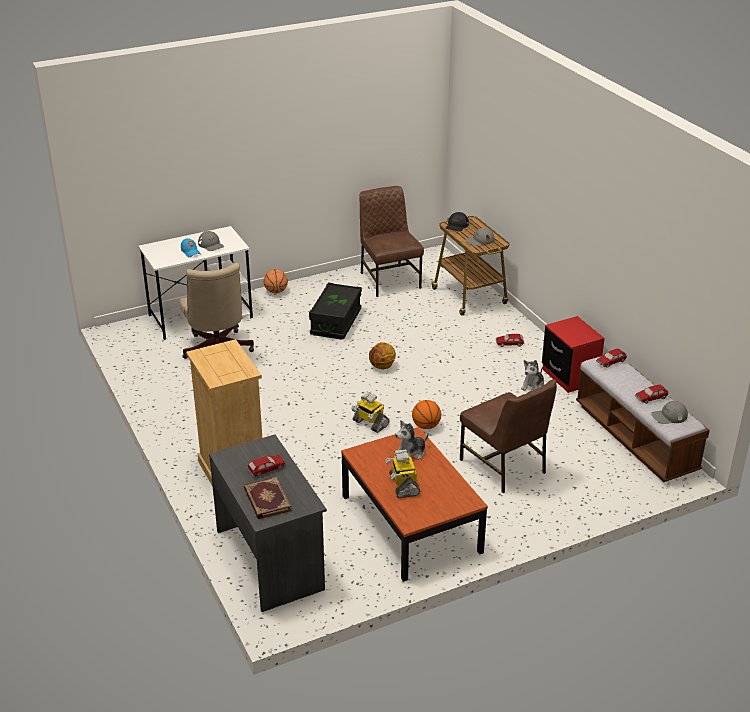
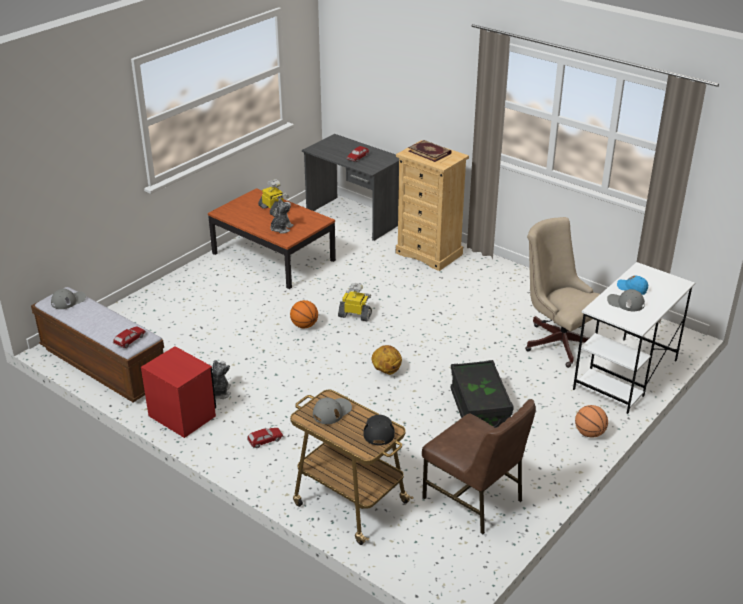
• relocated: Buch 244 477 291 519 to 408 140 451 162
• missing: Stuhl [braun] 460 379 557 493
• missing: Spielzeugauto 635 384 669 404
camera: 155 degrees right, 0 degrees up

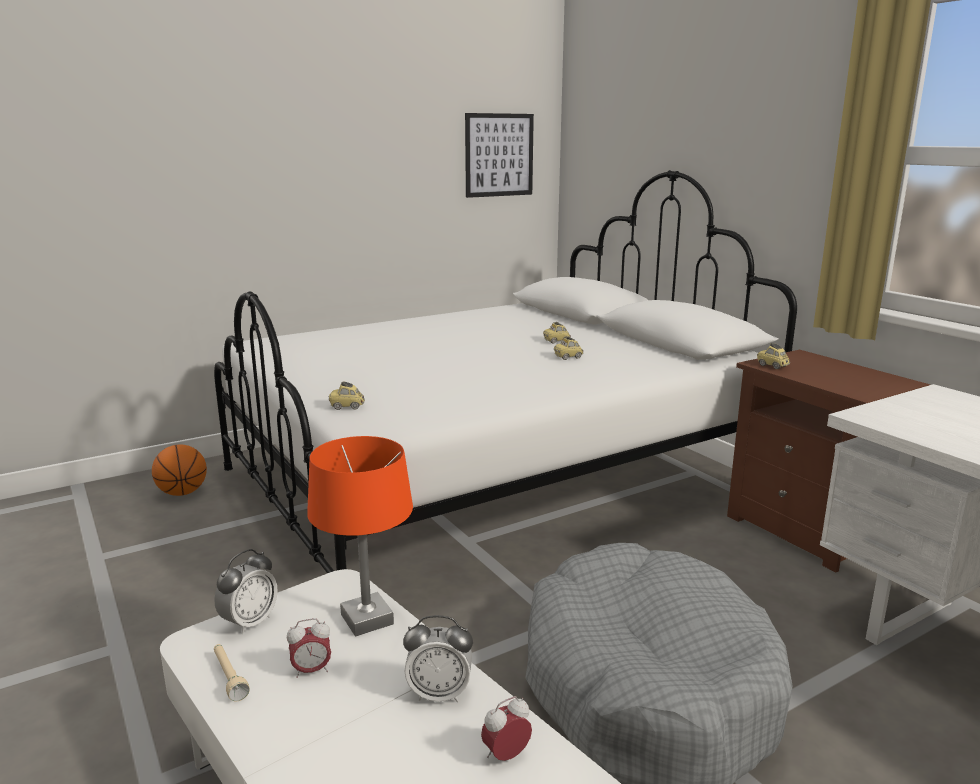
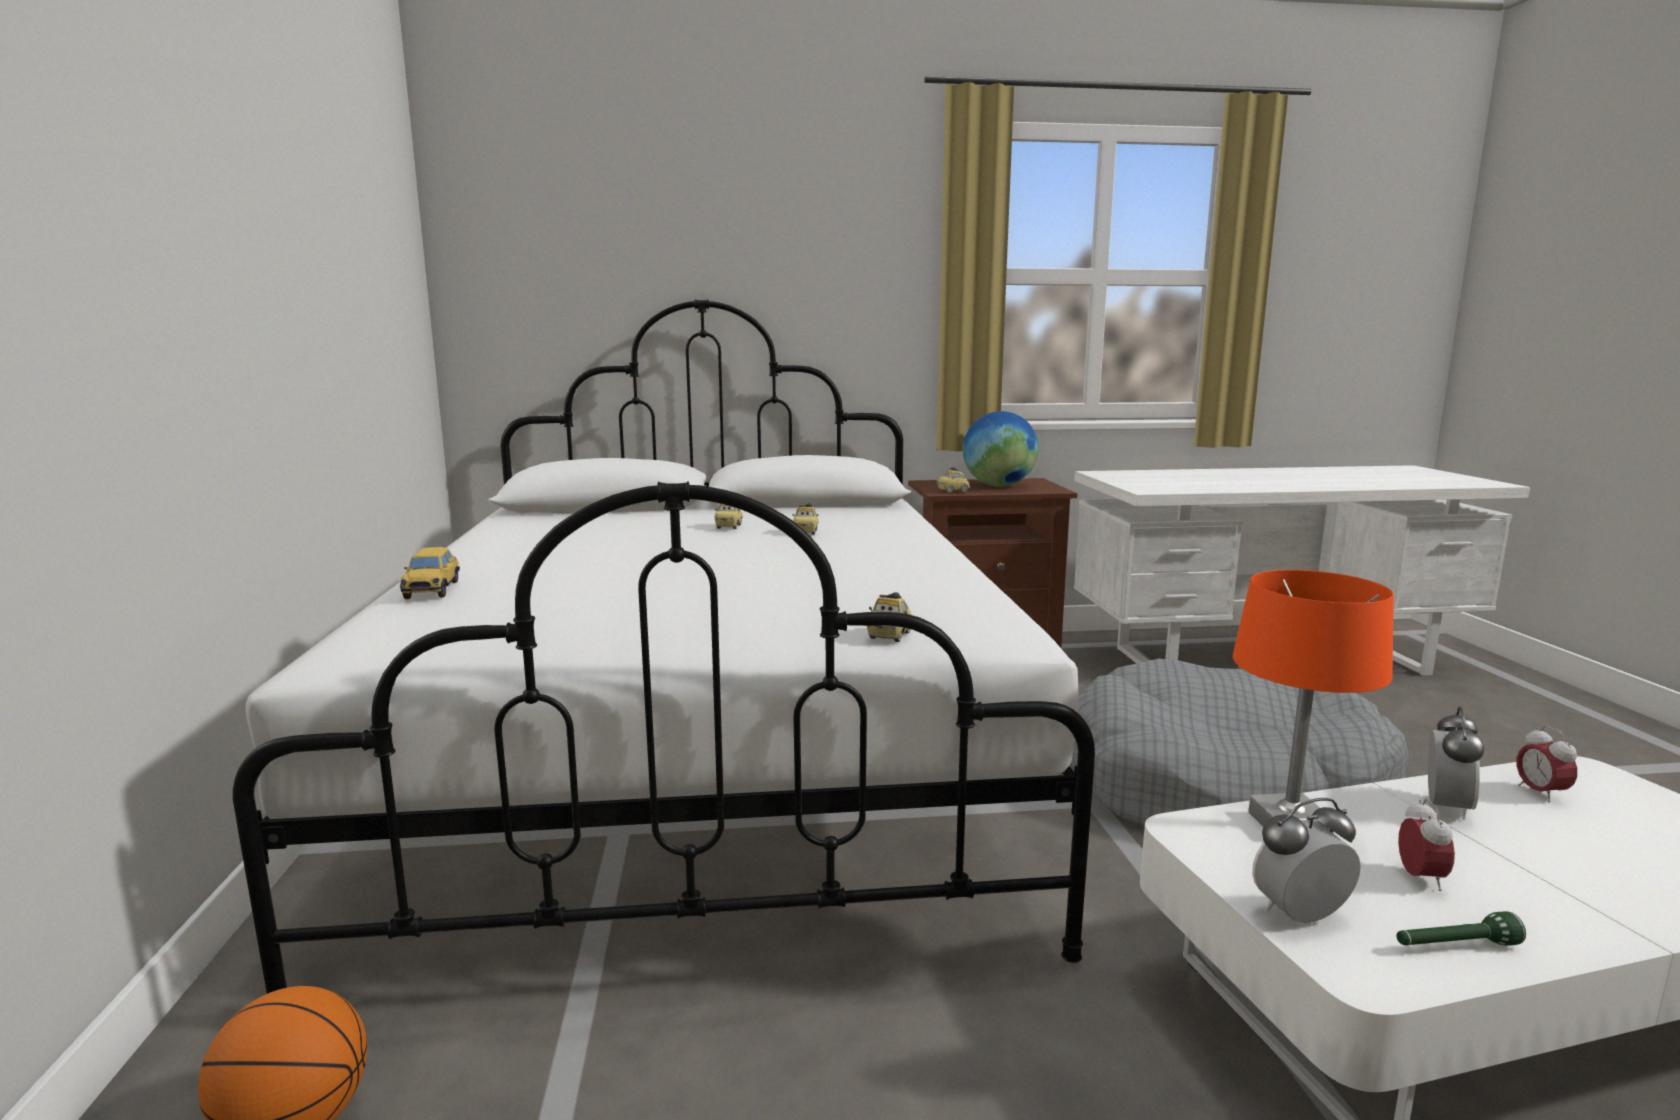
• appeared: Spielzeugauto 400 547 460 599
• appeared: Globus 963 411 1039 487
• spun: Wecker 214 549 278 634 = 1252 798 1361 925 75 degrees counterclockwise
• colour: Taschenlampe [beige] 214 644 250 701 to Taschenlampe [grün] 1396 911 1526 946
• missing: Bild 465 113 534 198
camera: 65 degrees left, 5 degrees down

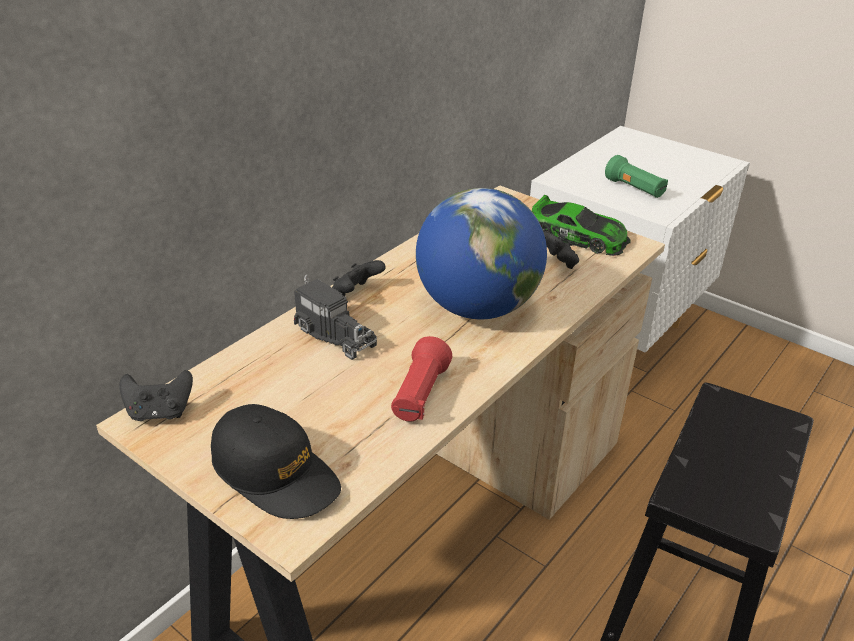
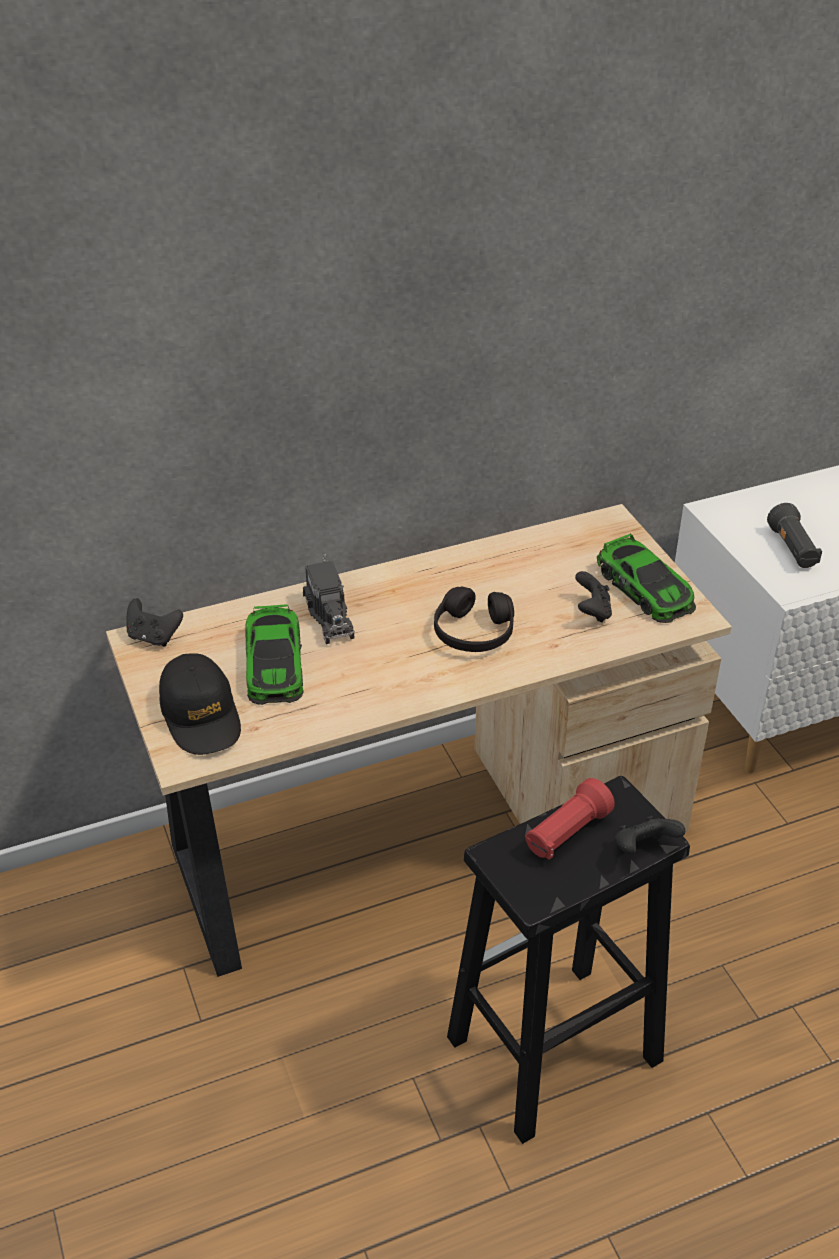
• appeared: Spielzeugauto 245 604 304 705
• exchanged: Globus 416 188 547 319 to Kopfhörer [schwarz] 434 586 514 652
• relocated: Taschenlampe [rot] 391 336 452 422 to 525 778 615 860
• relocated: Gamepad [schwarz] 332 260 386 296 to 615 816 685 854
• colour: Taschenlampe [grün] 605 155 668 198 to Taschenlampe [schwarz] 767 503 822 568
camera: 30 degrees right, 5 degrees up

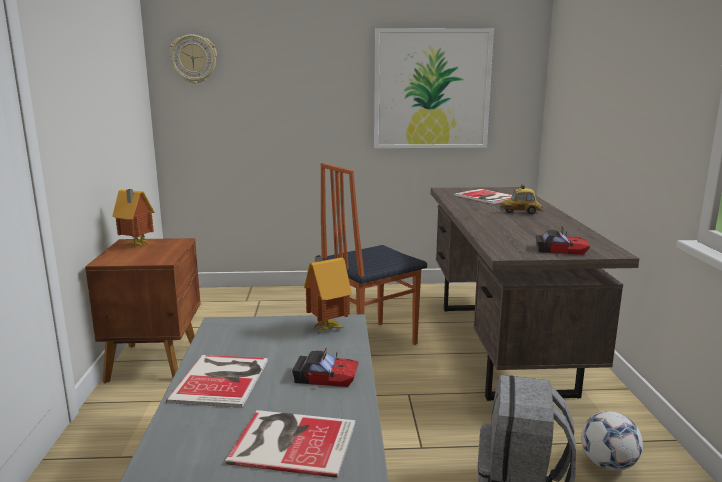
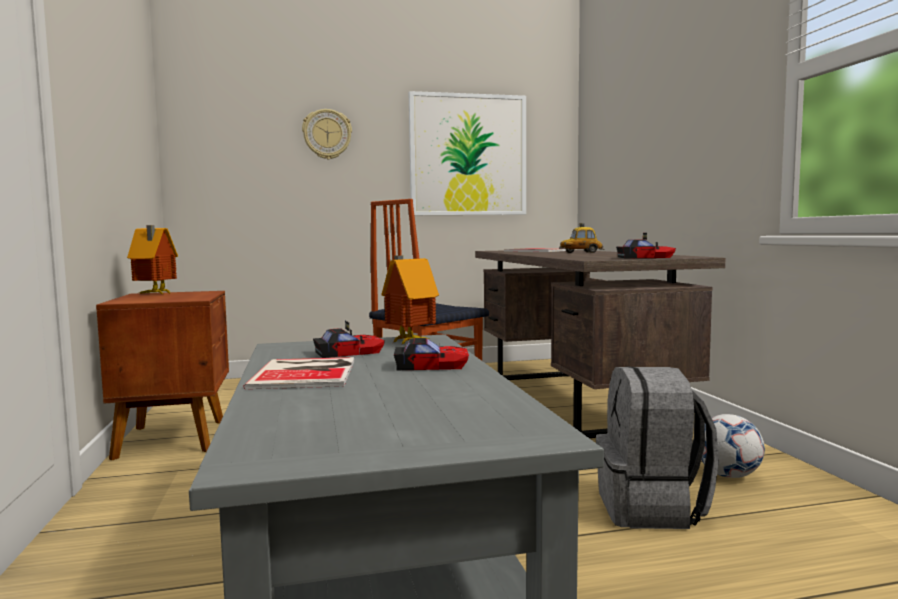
• relocated: Wanduhr 169 34 217 84 to 302 109 352 160
• appeared: Spielzeugauto 313 321 385 358
• missing: Buch 225 410 355 478
camera: 10 degrees left, 10 degrees down

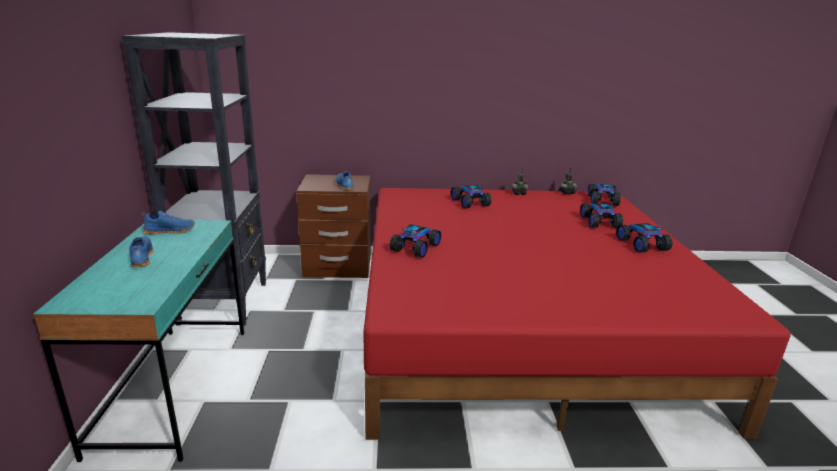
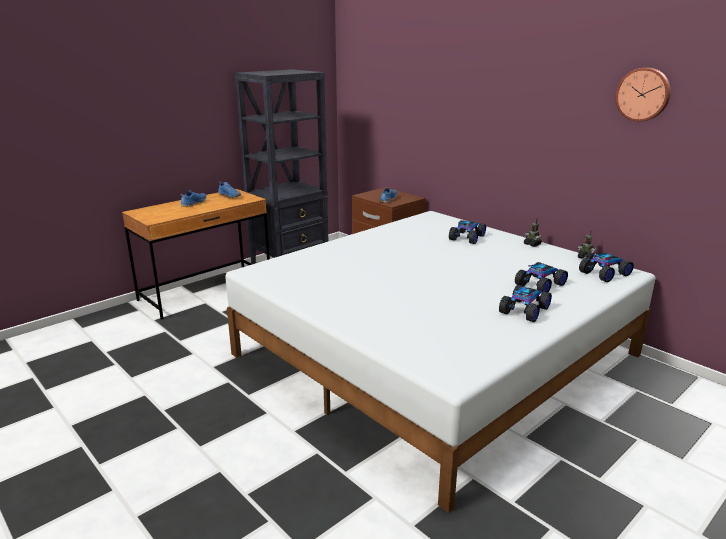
• colour: Schreibtisch [türkis] 33 220 244 462 to Schreibtisch [braun] 122 189 270 320
• colour: Bett [rot] 363 188 791 440 to Bett [weiß] 225 211 655 513
• appeared: Wanduhr 615 67 671 122
• missing: Spielzeugauto 390 224 441 258
camera: 50 degrees right, 0 degrees up

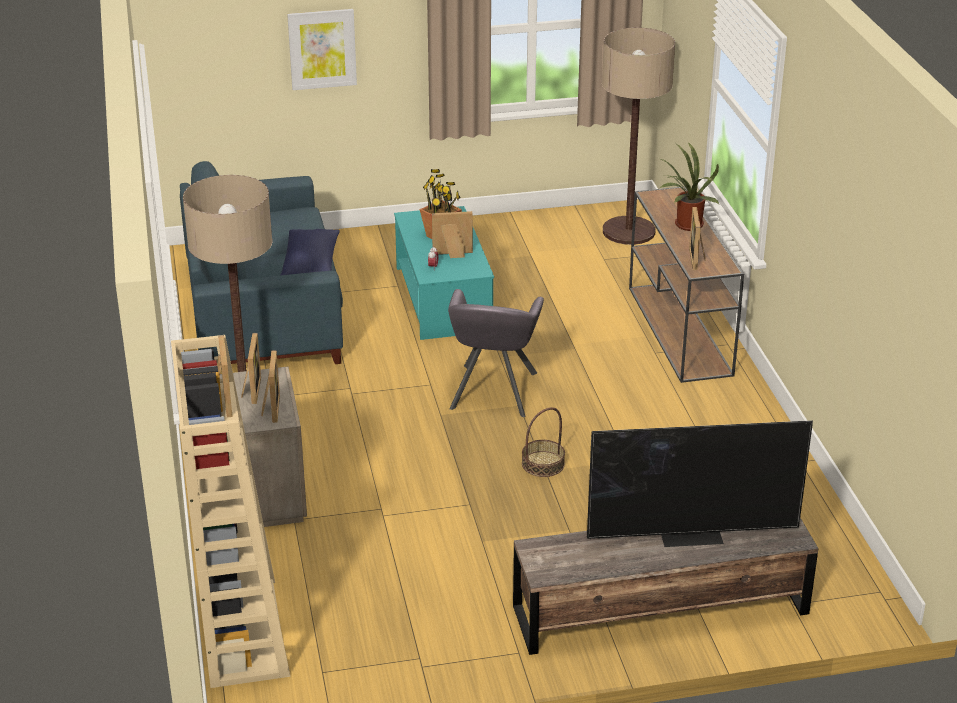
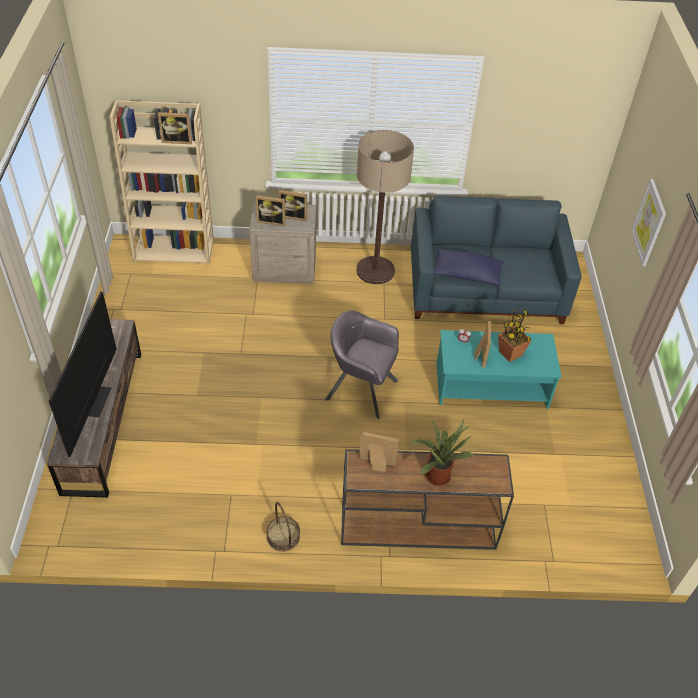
• relocated: Korb 522 407 565 477 to 267 502 300 552
• missing: Stehlampe 602 28 675 245
camera: 100 degrees right, 15 degrees up

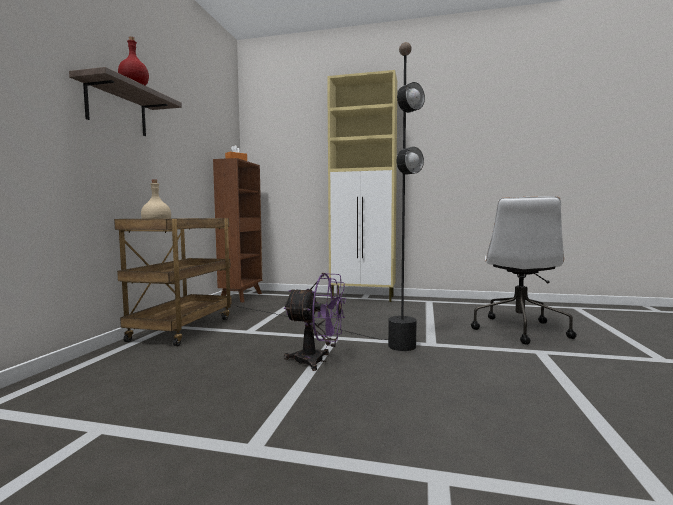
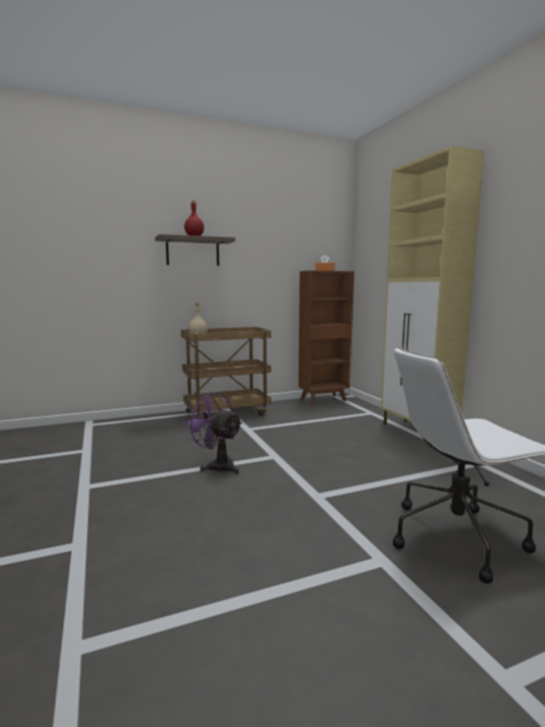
• spun: Ventilator [lila] 284 273 346 371 = 183 392 243 474 150 degrees clockwise
• missing: Stehlampe [schwarz] 236 42 425 351
camera: 55 degrees right, 5 degrees up

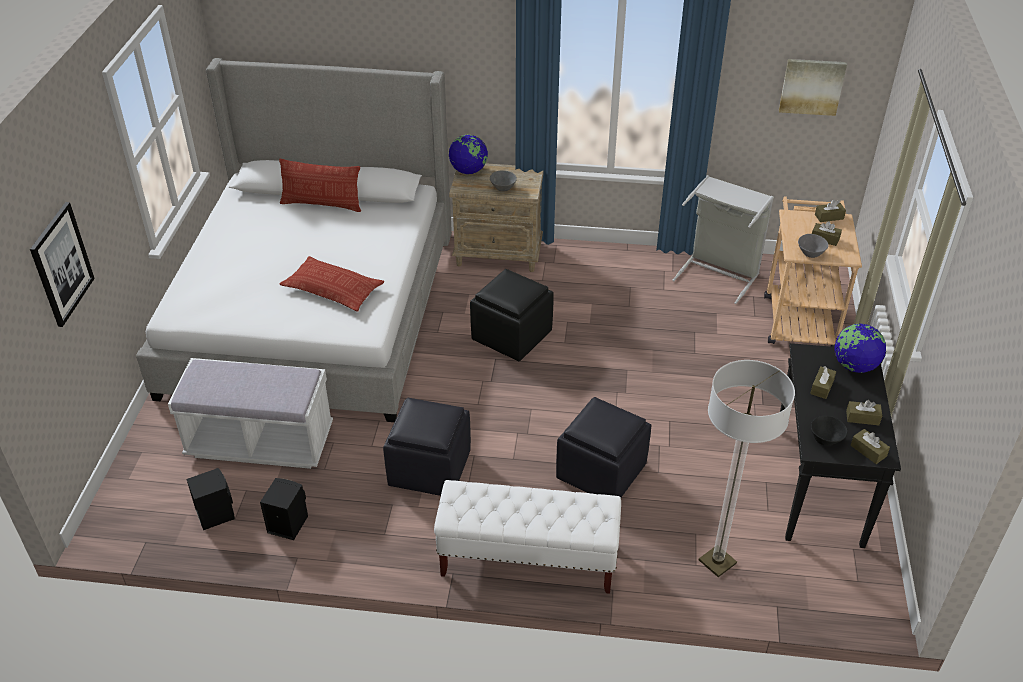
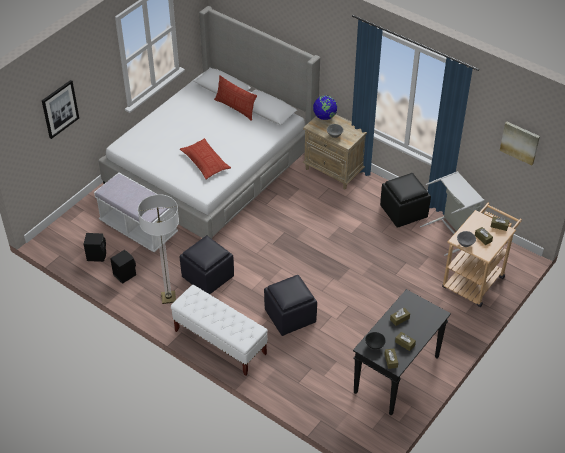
• relocated: Stehlampe 699 360 795 577 to 138 194 179 304
• relocated: Polsterhocker [schwarz] 470 269 554 361 to 380 173 431 228
• missing: Globus 834 323 886 373
camera: 30 degrees right, 5 degrees up

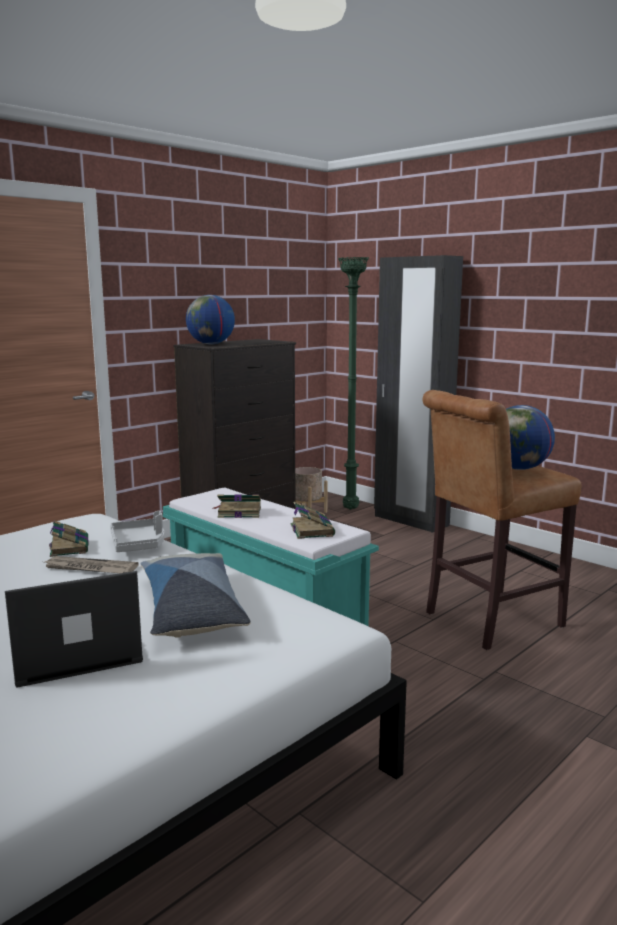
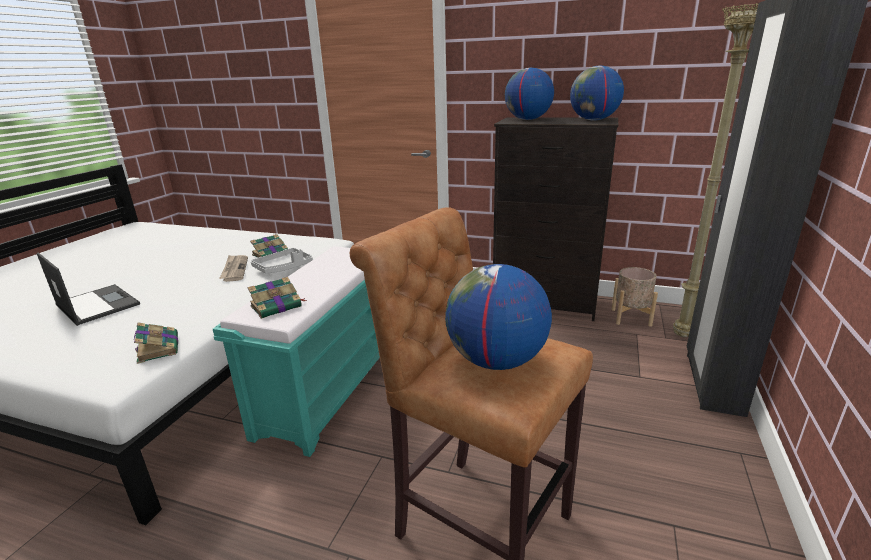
• relocated: Buch 212 494 261 518 to 134 322 178 364
• appeared: Globus 570 66 624 120
• colour: Stehlampe [grün] 338 257 369 510 to Stehlampe [beige] 673 3 758 337
• missing: Kissen 140 553 251 638
camera: 65 degrees right, 10 degrees up

